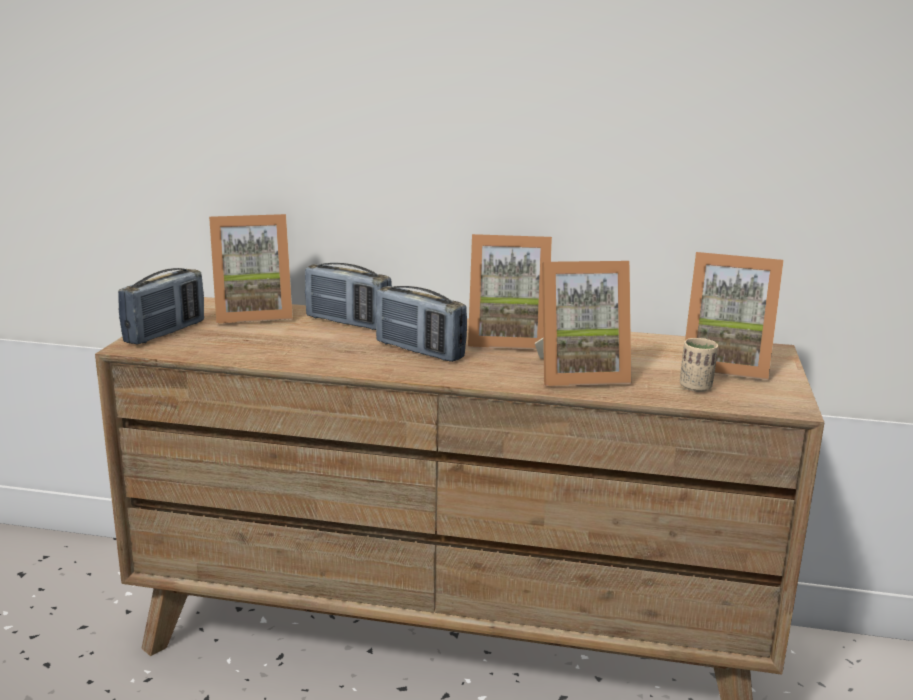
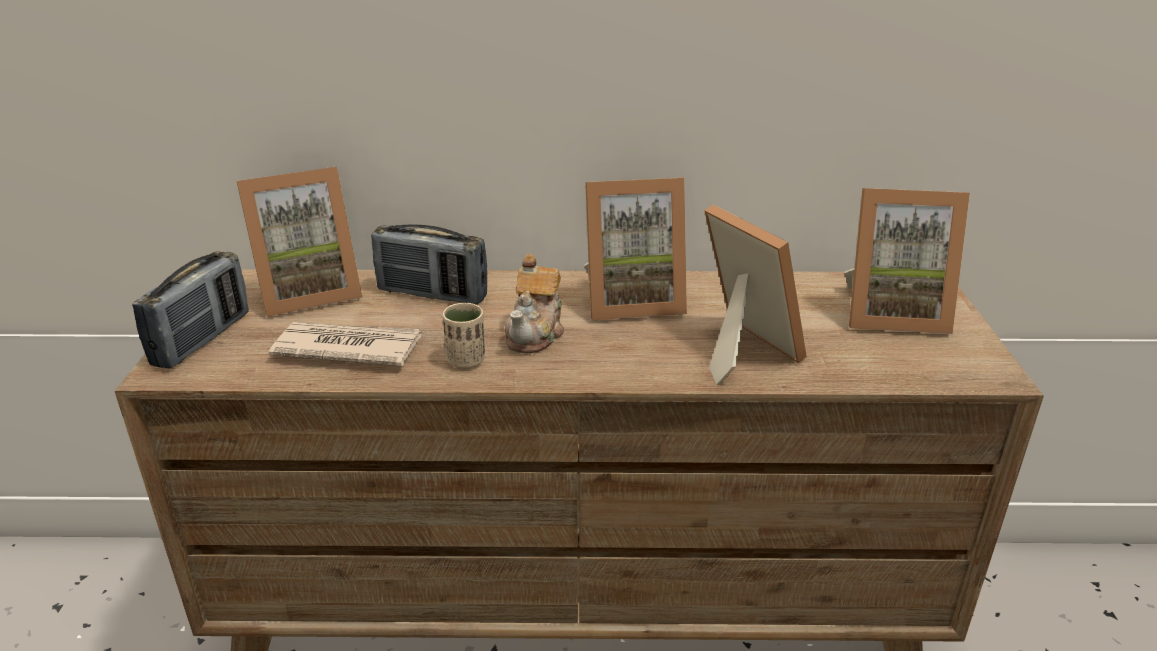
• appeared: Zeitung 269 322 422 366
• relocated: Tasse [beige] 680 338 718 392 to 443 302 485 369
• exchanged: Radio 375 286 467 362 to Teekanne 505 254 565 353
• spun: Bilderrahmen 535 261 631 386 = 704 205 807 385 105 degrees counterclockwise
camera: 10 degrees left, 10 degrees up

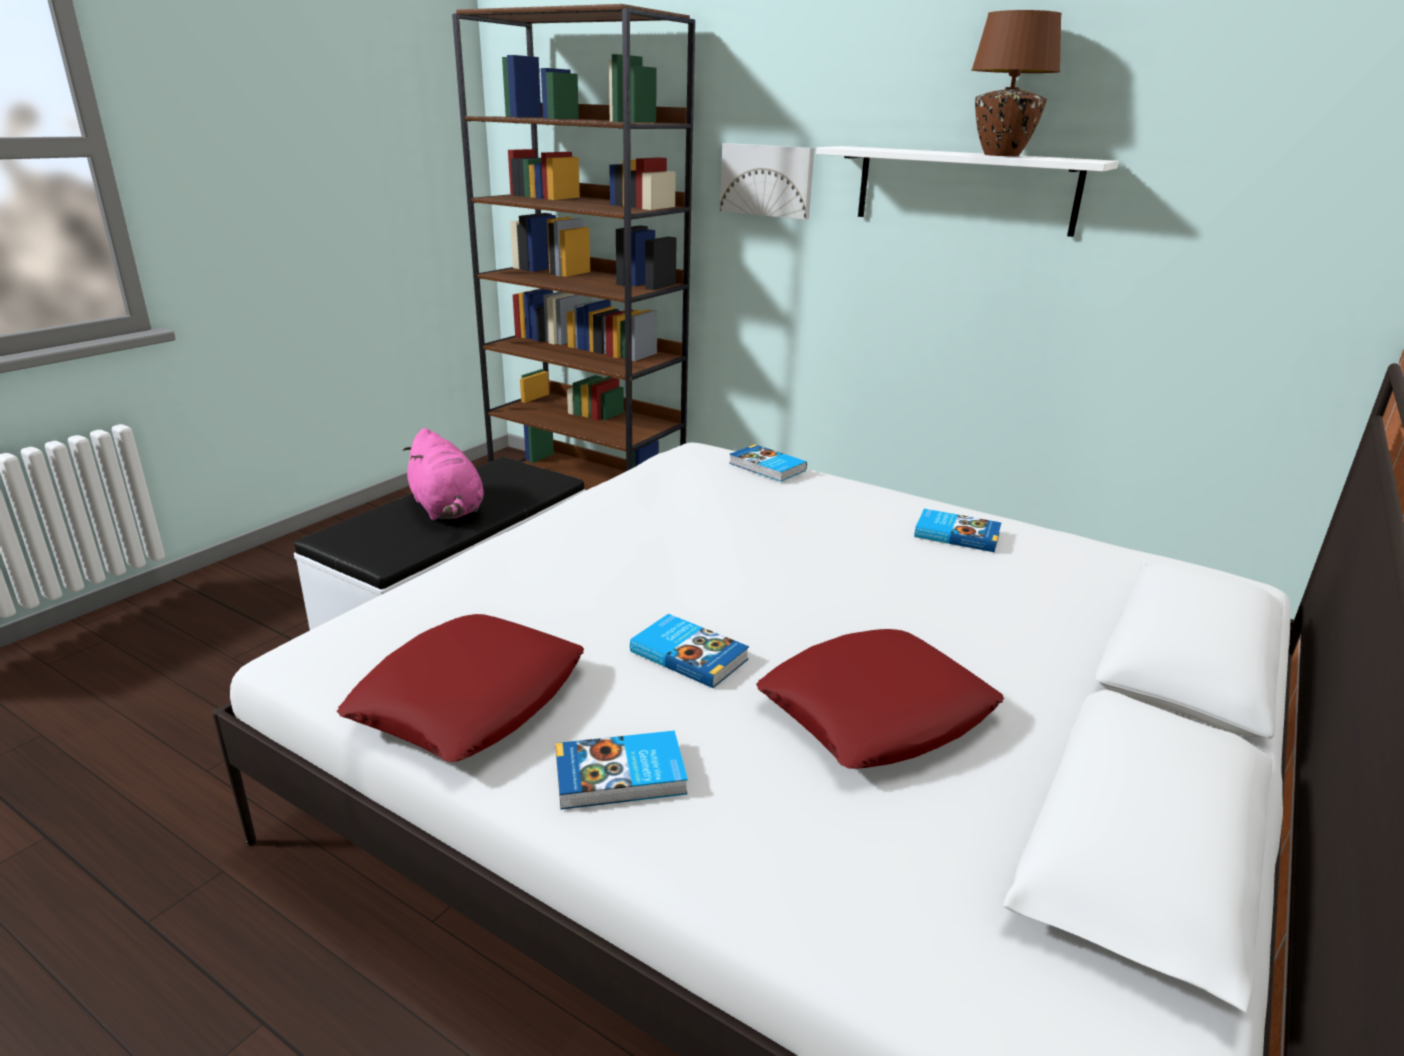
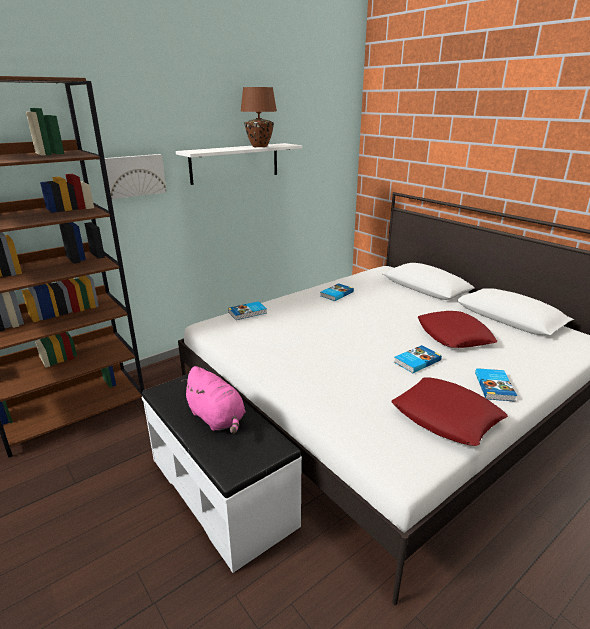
• spun: Plüschtier [rosa] 403 428 484 520 = 181 366 245 434 60 degrees clockwise
camera: 70 degrees left, 0 degrees up

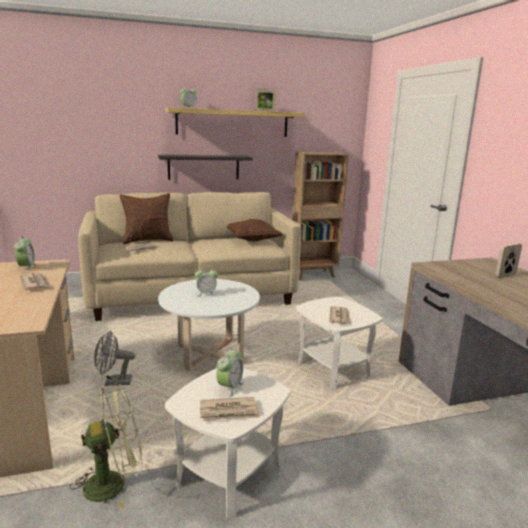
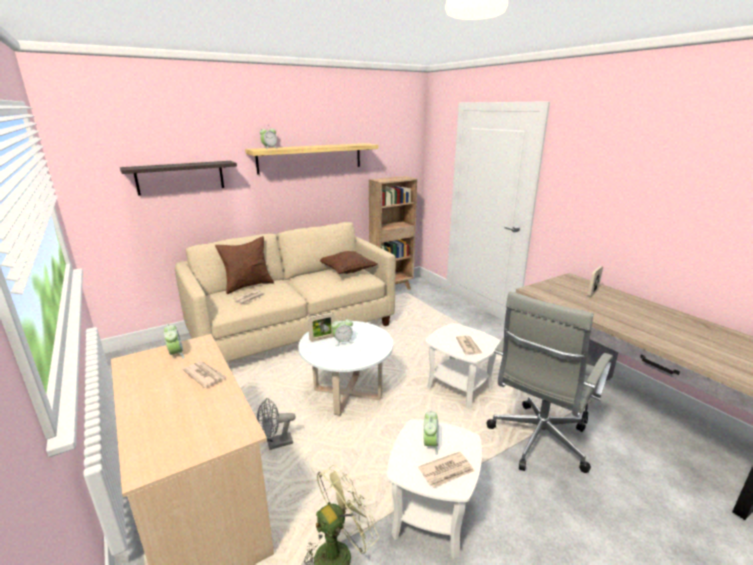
• relocated: Wandregal 158 155 253 180 to 120 161 237 196
• relocated: Bilderrahmen 255 89 276 112 to 308 312 335 342
• appeared: Bürostuhl [grau] 487 292 613 473
camera: 15 degrees left, 5 degrees up

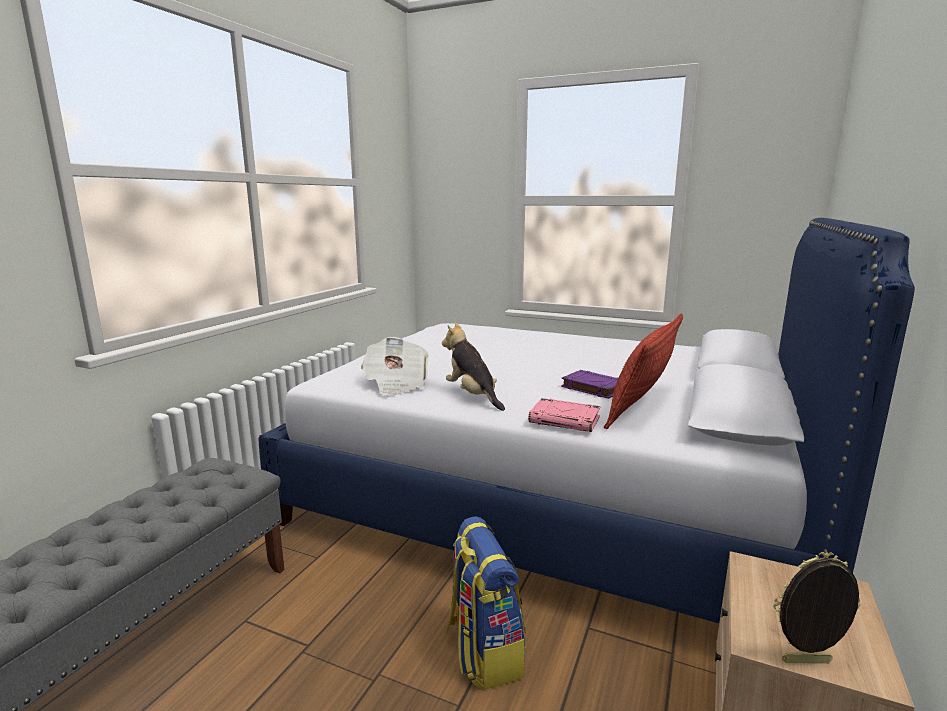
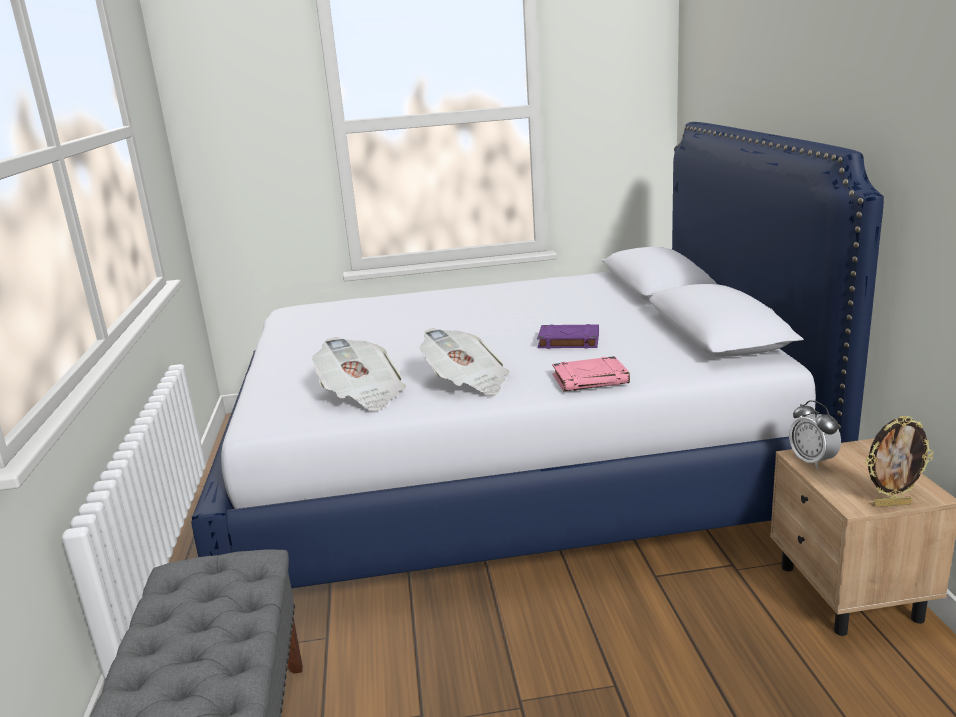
• exchanged: Plüschtier 442 322 505 411 to Zeitung 420 328 510 395
• appeared: Wecker 789 400 841 469
• spun: Bilderrahmen 773 552 861 663 = 865 415 933 507 150 degrees counterclockwise
• missing: Rucksack 446 516 526 691
• missing: Kissen 604 313 683 429
camera: 30 degrees left, 5 degrees up

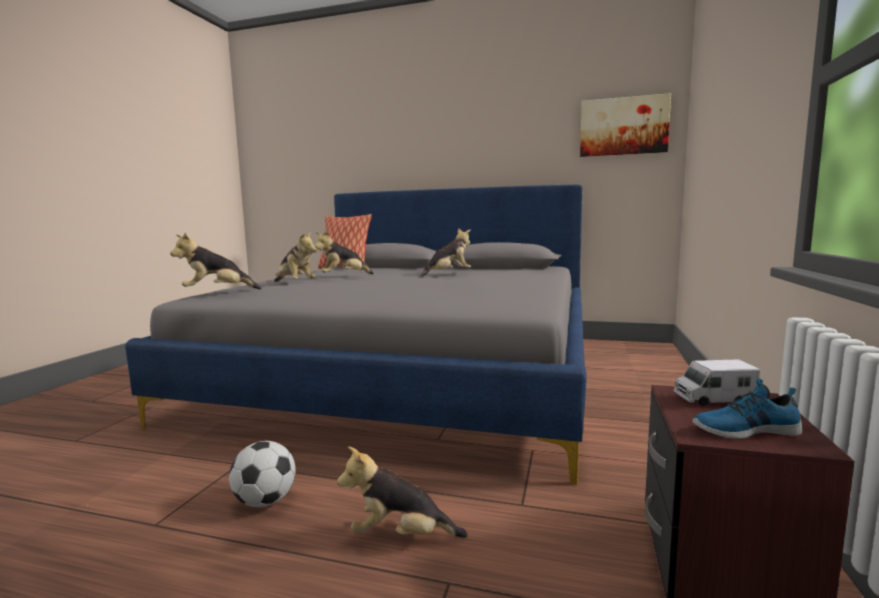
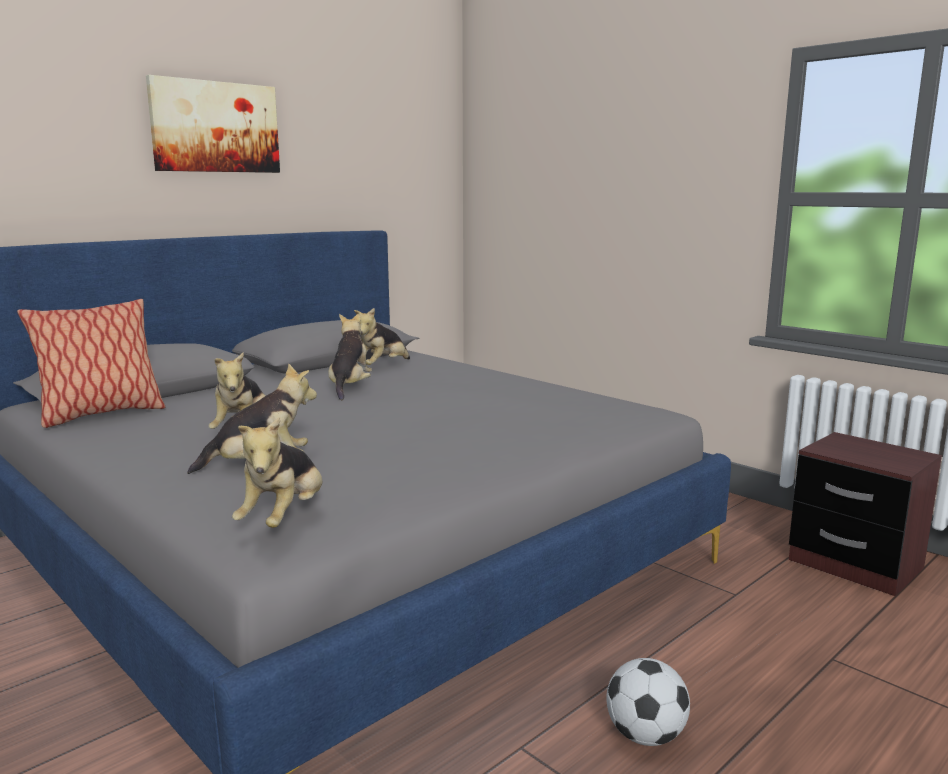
• relocated: Bild 580 93 671 157 to 146 75 280 173
• relocated: Plüschtier 337 446 468 538 to 354 308 410 365
• missing: Spielzeuglaster 674 359 760 406
• missing: Schuh 693 378 802 439
camera: 60 degrees left, 5 degrees up

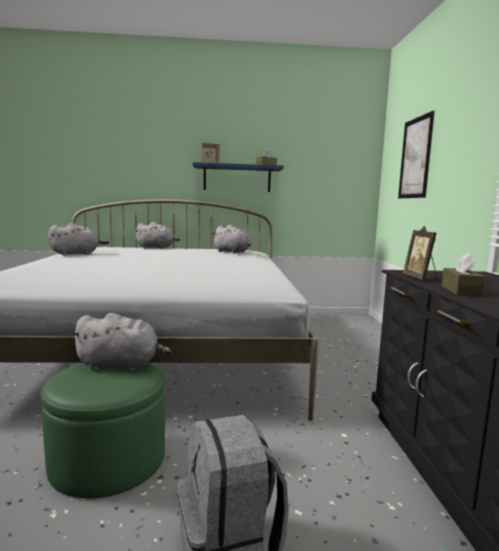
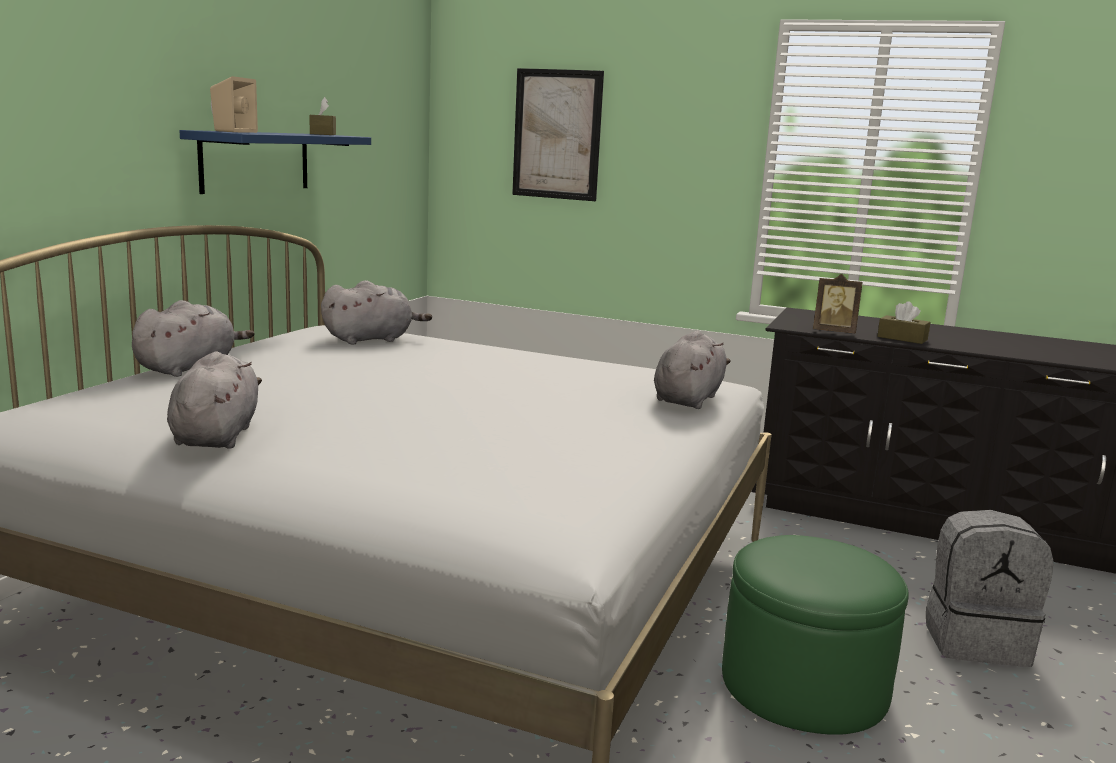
• relocated: Plüschtier [grau] 71 313 171 371 to 654 331 731 409
camera: 65 degrees left, 5 degrees up

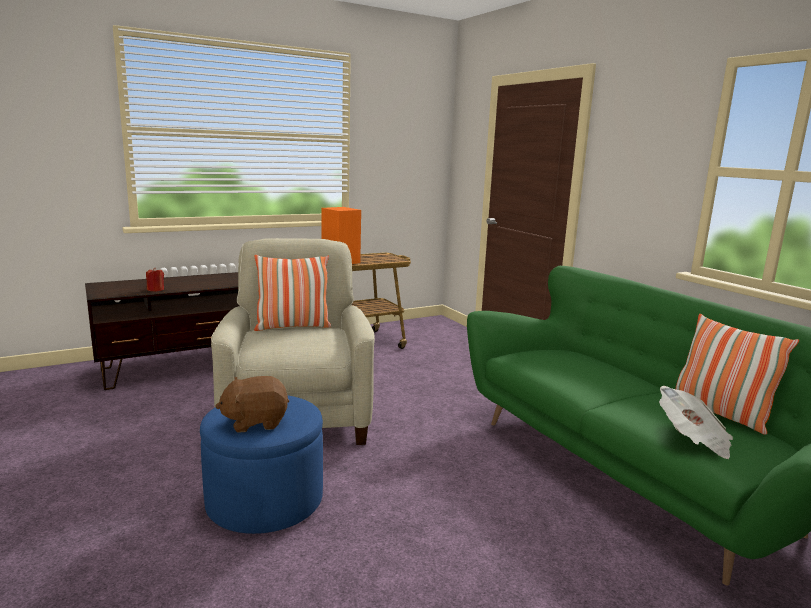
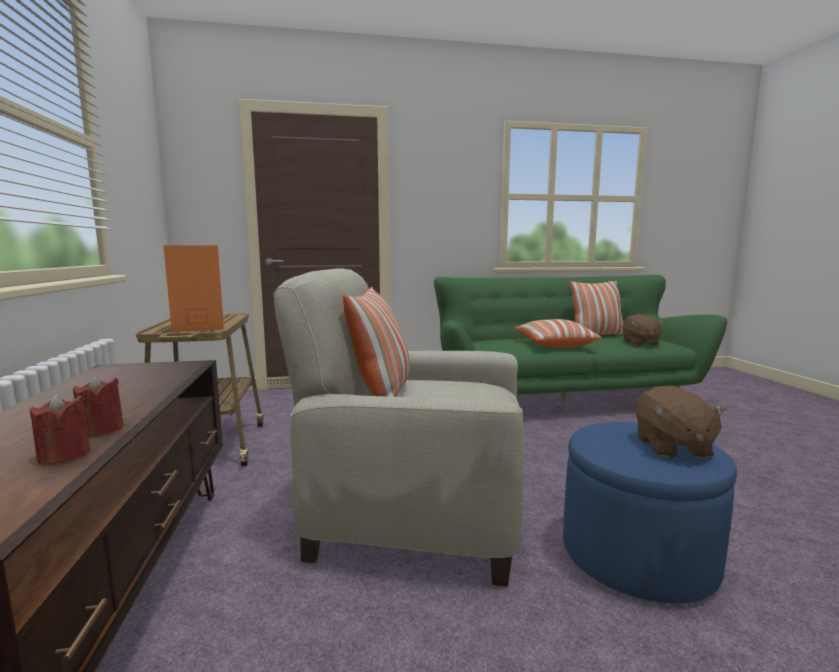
• appeared: Kerze [rot] 73 375 124 437
• appeared: Kissen 515 319 601 348
• exchanged: Zeitung 659 386 733 459 to Plüschtier [braun] 622 314 665 346
camera: 70 degrees left, 5 degrees down

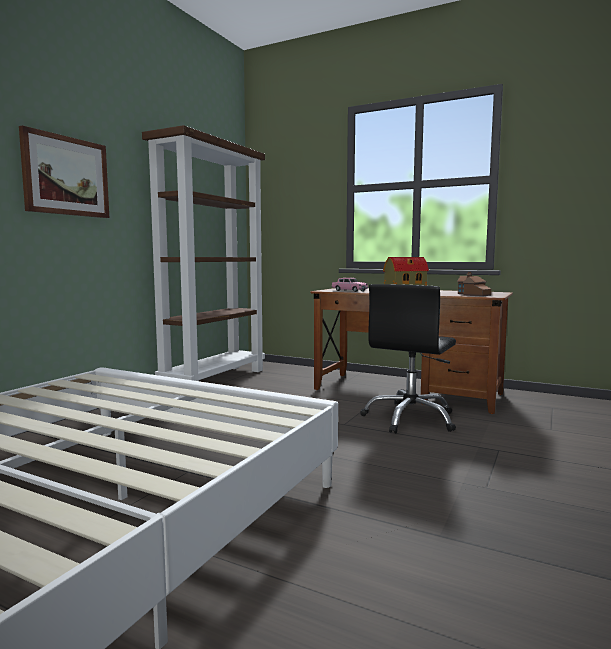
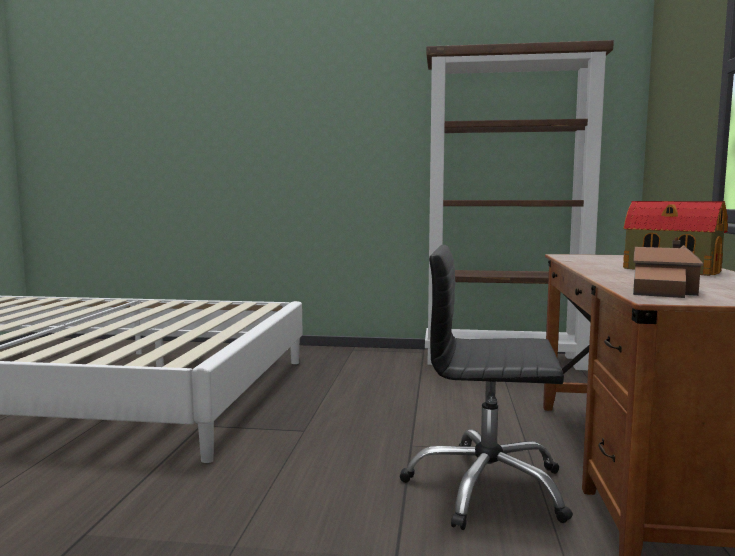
• missing: Bild 19 125 109 218
• missing: Spielzeugauto [rosa] 331 278 368 292
camera: 70 degrees right, 0 degrees up

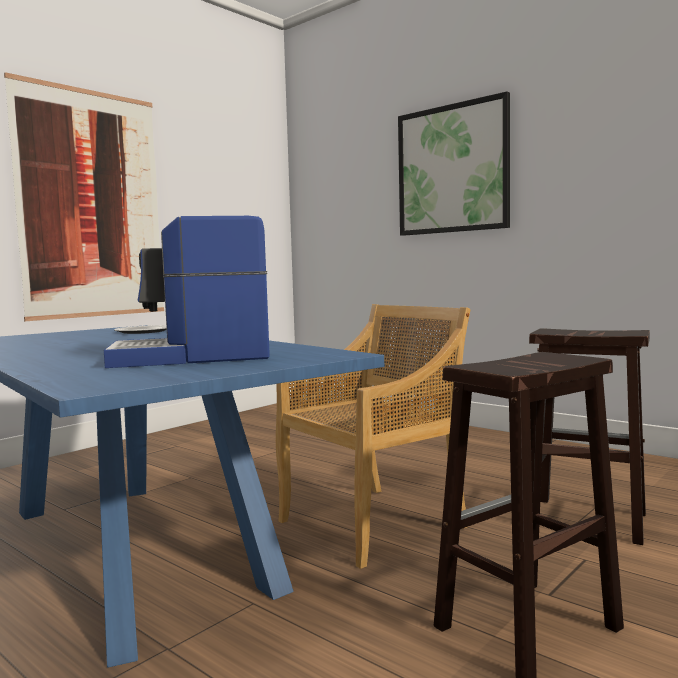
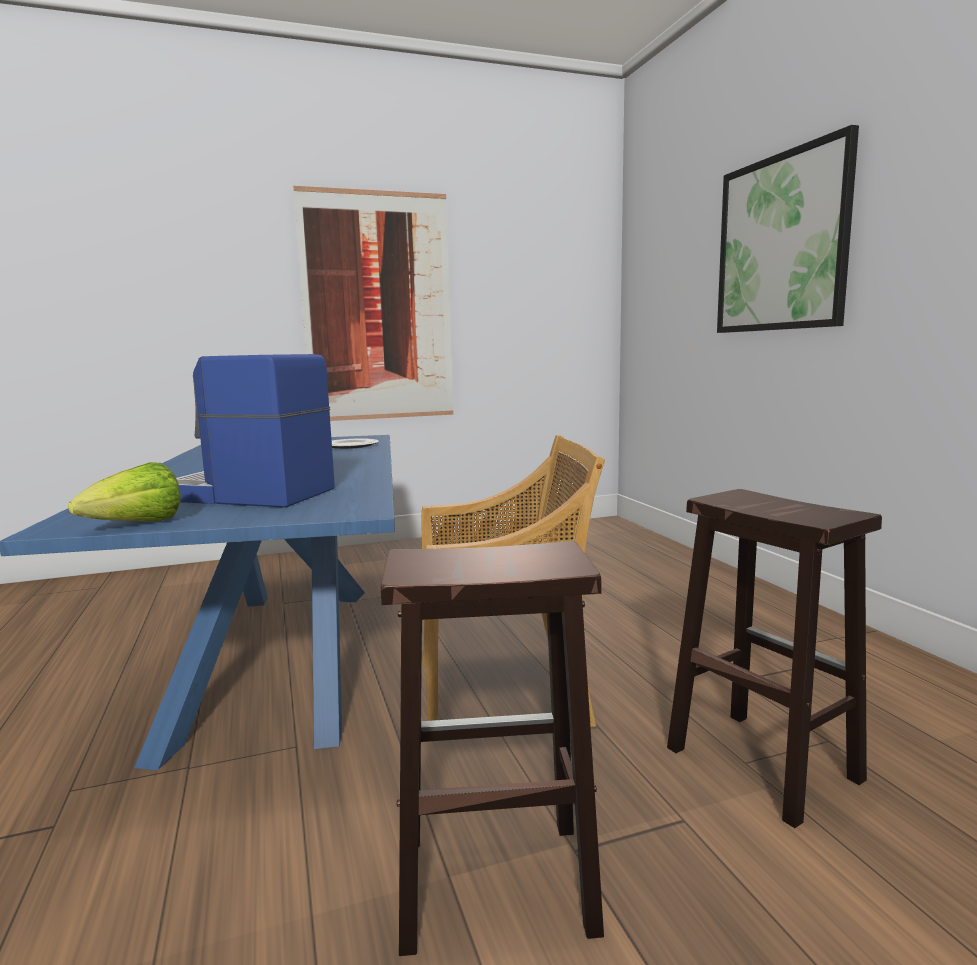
• appeared: Salatkopf 68 462 181 521
camera: 30 degrees right, 5 degrees up

